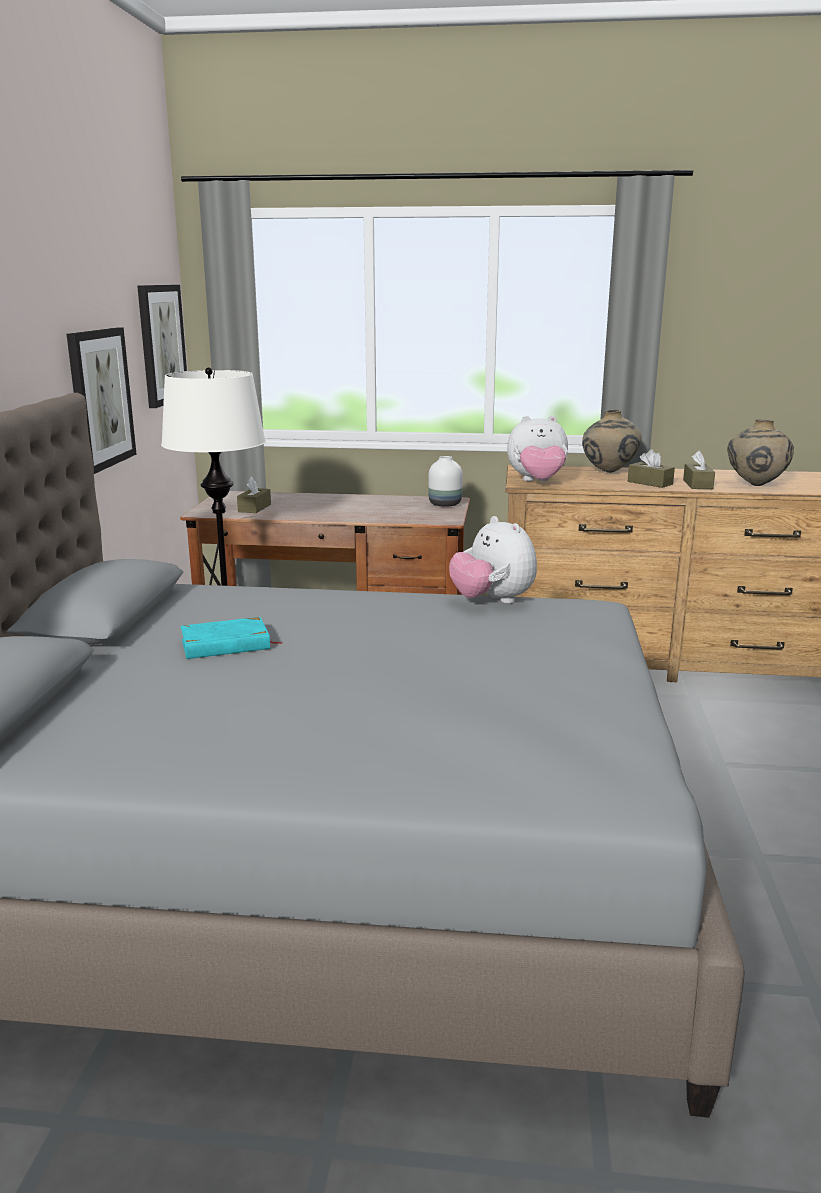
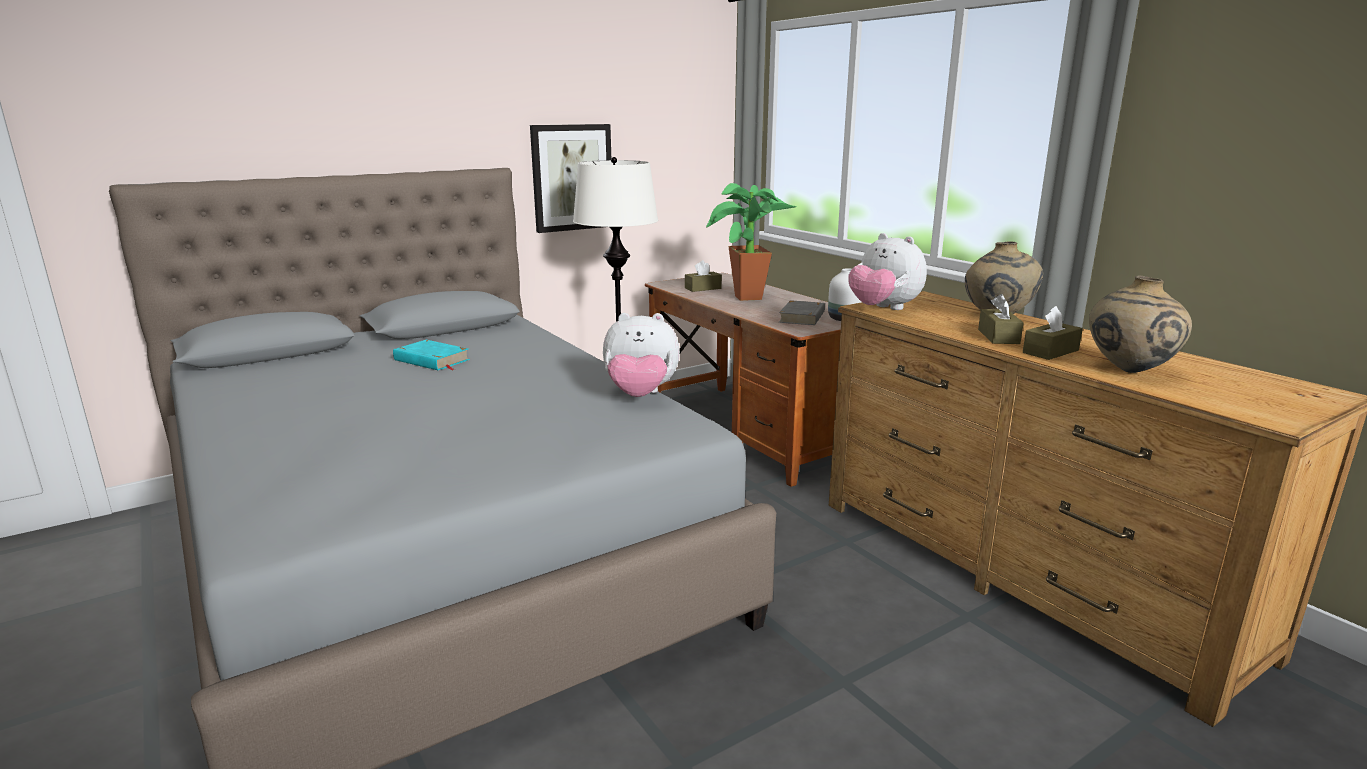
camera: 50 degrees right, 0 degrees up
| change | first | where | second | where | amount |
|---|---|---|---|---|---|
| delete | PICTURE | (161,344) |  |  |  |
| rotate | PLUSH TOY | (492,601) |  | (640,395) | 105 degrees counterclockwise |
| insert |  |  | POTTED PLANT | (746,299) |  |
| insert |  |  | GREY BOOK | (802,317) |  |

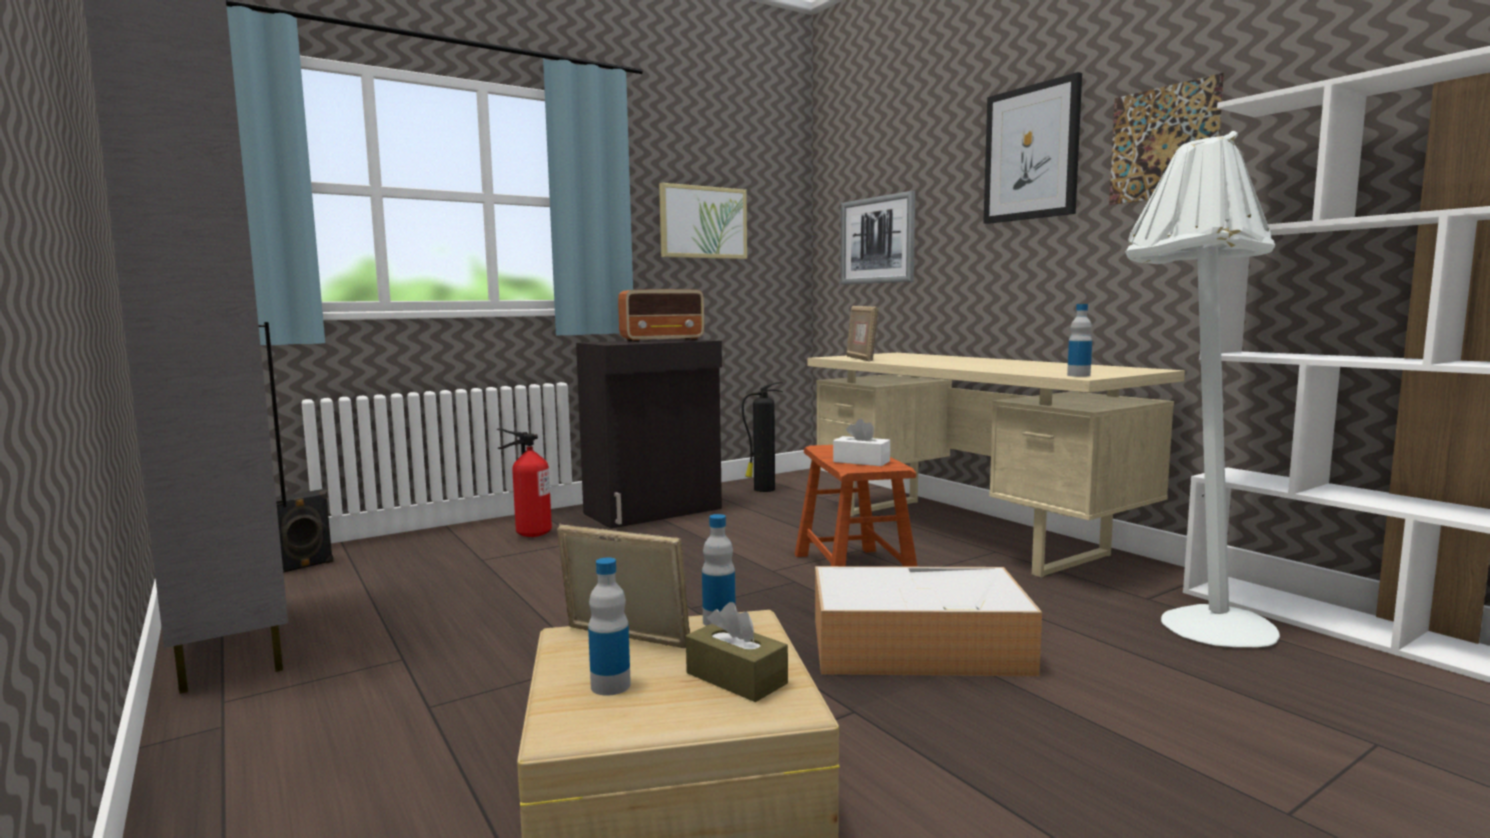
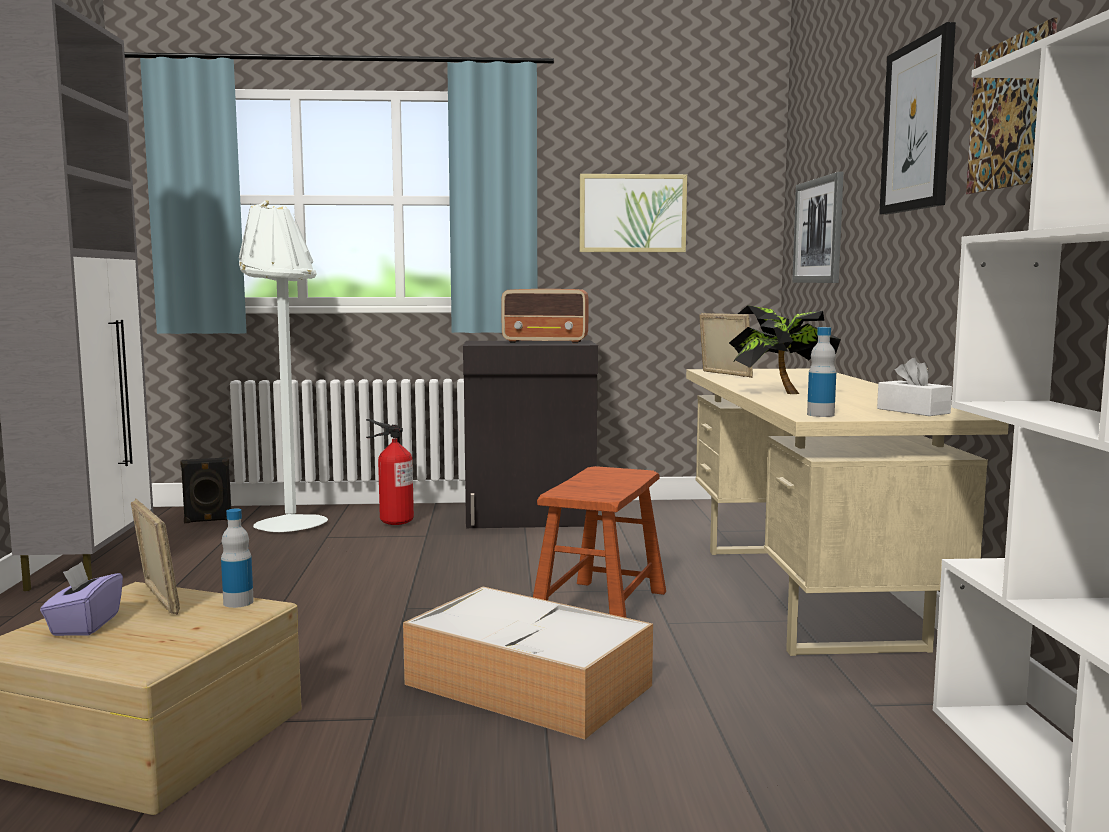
camera: 30 degrees right, 0 degrees up
| change | first | where | second | where | amount |
|---|---|---|---|---|---|
| replace | BOTTLE | (610,685) | PURPLE TISSUE BOX | (84,625) |  |
| delete | BROWN TISSUE BOX | (736,678) |  |  |  |
| delete | FIRE EXTINGUISHER | (762,489) |  |  |  |
| move | WHITE TISSUE BOX | (861,461) |  | (913,411) |  |
| rotate | PICTURE FRAME | (861,359) |  | (724,375) | 135 degrees clockwise |
| move | WHITE FLOOR LAMP | (1190,621) |  | (290,520) |  |
| insert |  |  | POTTED PLANT | (779,393) |  |

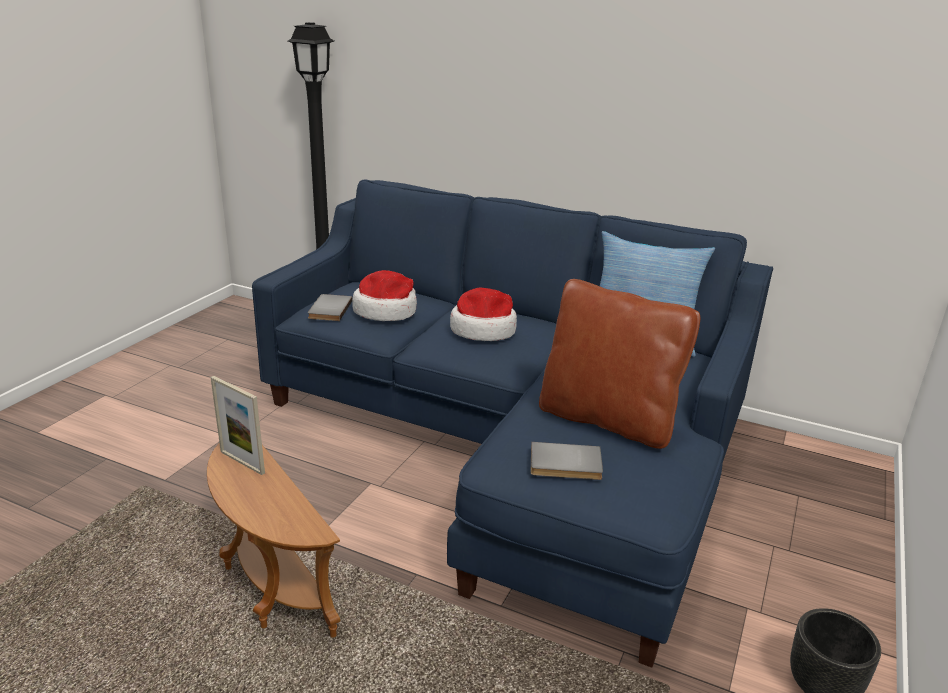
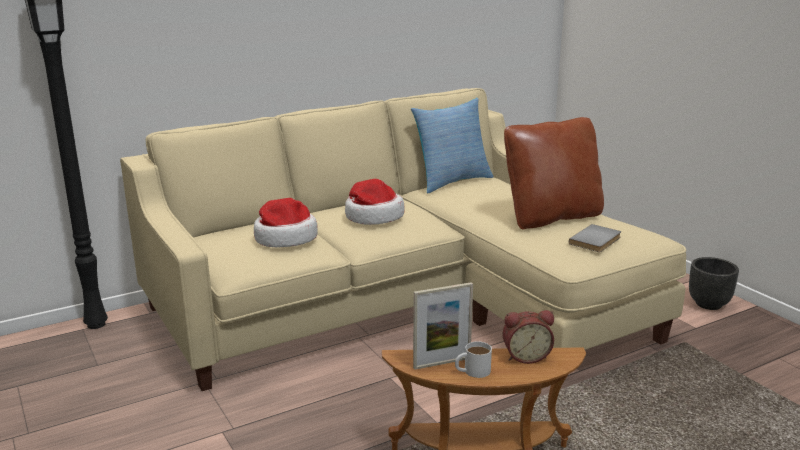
camera: 55 degrees left, 5 degrees down
| change | first | where | second | where | amount |
|---|---|---|---|---|---|
| recolor | BLUE SOFA | (513,442) | BEIGE SOFA | (404,304) |  |
| delete | GREY BOOK | (328,309) |  |  |  |
| insert |  |  | WHITE MUG | (472,371) |  |
| insert |  |  | ALARM CLOCK | (525,356) |  |

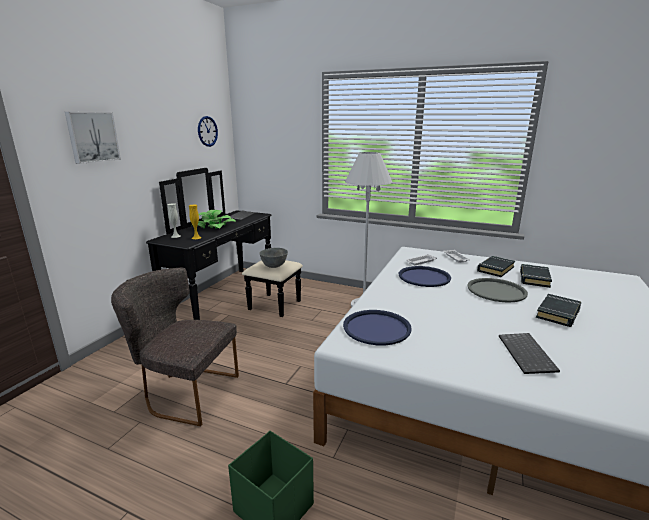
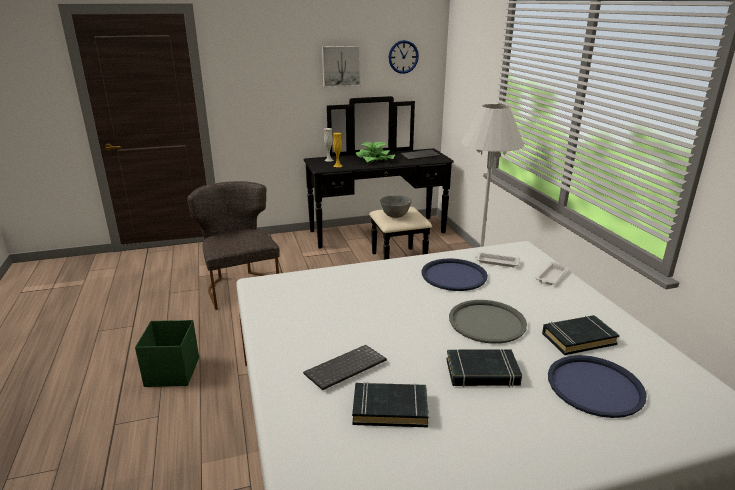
camera: 50 degrees right, 5 degrees up
| change | first | where | second | where | amount |
|---|---|---|---|---|---|
| move | PICTURE | (92,137) |  | (341,66) |  |
| move | BLUE TRAY | (376,328) |  | (594,386) |  |
| move | BLACK BOOK | (495,269) |  | (390,409) |  |

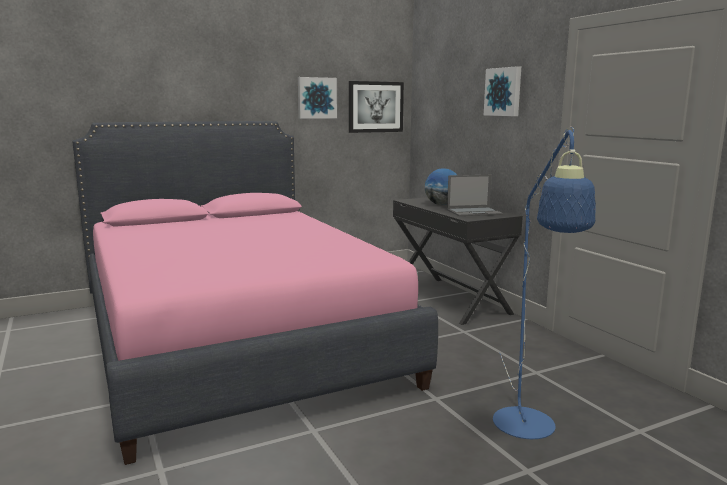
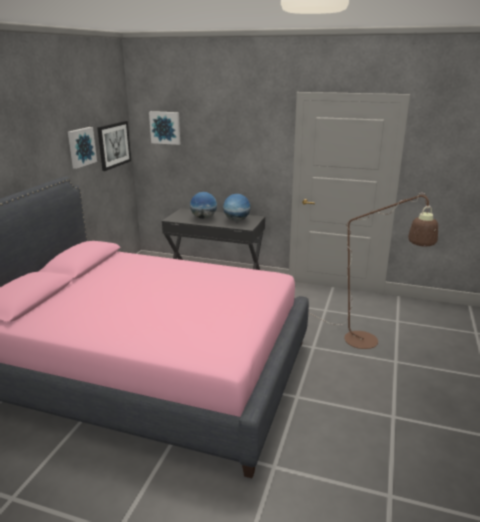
camera: 45 degrees left, 10 degrees up
| change | first | where | second | where | amount |
|---|---|---|---|---|---|
| replace | LAPTOP | (474,212) | GLOBE | (236,220) |  |
| move | PICTURE | (503,92) |  | (165,127) |  |
| recolor | BLUE FLOOR LAMP | (527,431) | BROWN FLOOR LAMP | (368,343) |  |

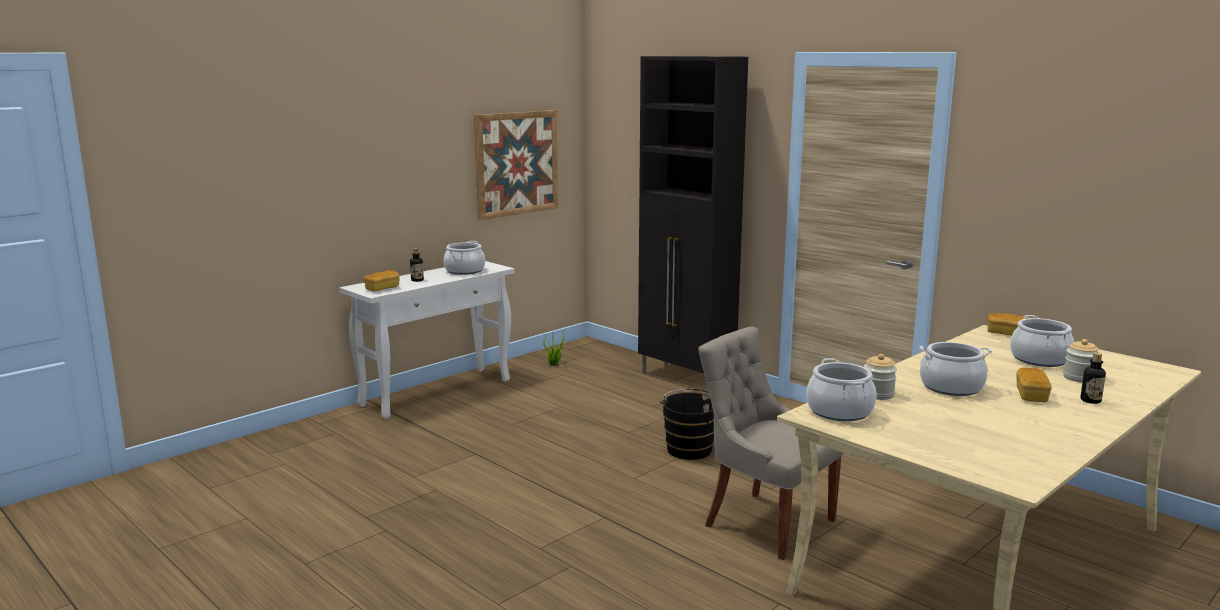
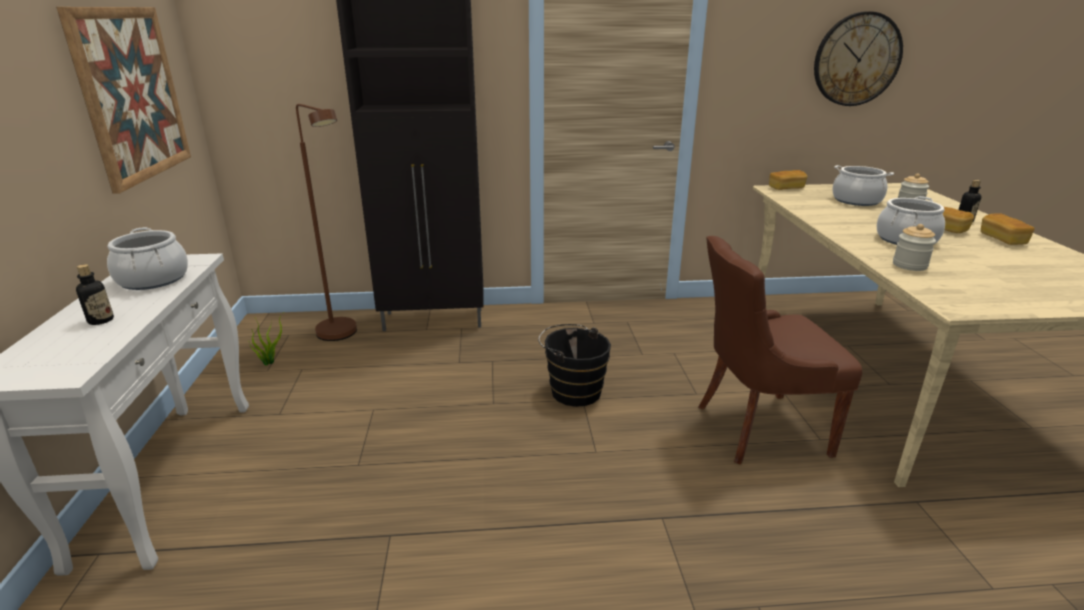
camera: 50 degrees left, 10 degrees up
| change | first | where | second | where | amount |
|---|---|---|---|---|---|
| move | BREAD | (382,288) |  | (1002,239) |  |
| recolor | GREY CHAIR | (766,522) | BROWN CHAIR | (757,429) |  |
| delete | COOKING POT | (840,411) |  |  |  |
| insert |  |  | BROWN FLOOR LAMP | (341,335) |  |
| insert |  |  | WALL CLOCK | (857,59) |  |

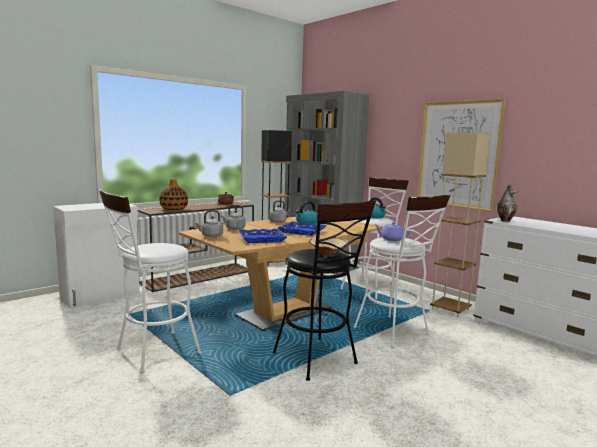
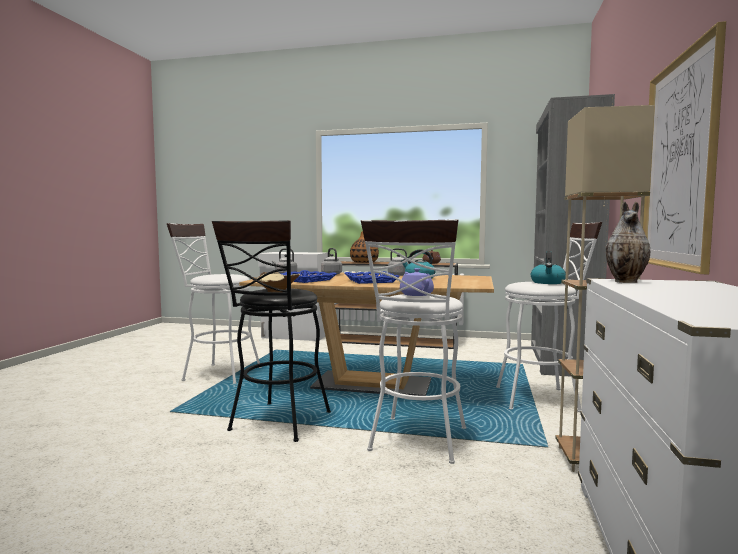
camera: 55 degrees right, 5 degrees down
| change | first | where | second | where | amount |
|---|---|---|---|---|---|
| delete | BLACK FLOOR LAMP | (273,262) |  |  |  |

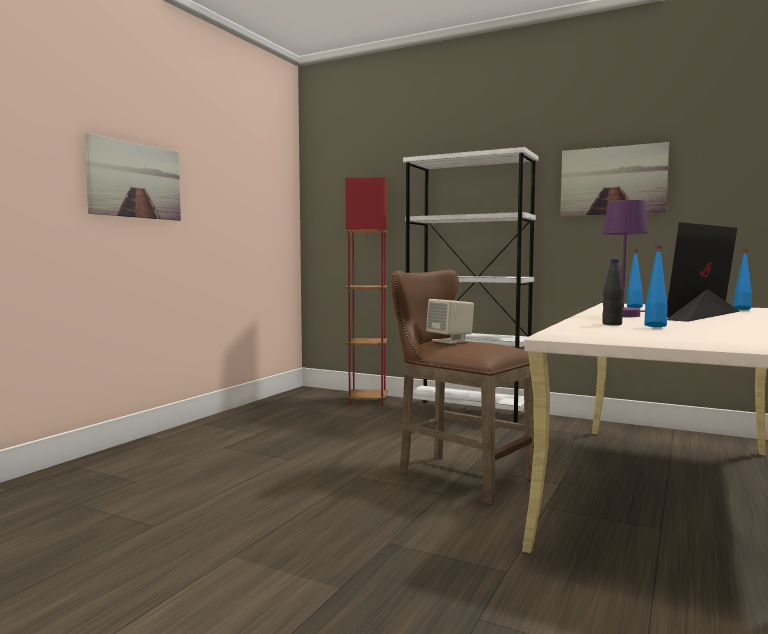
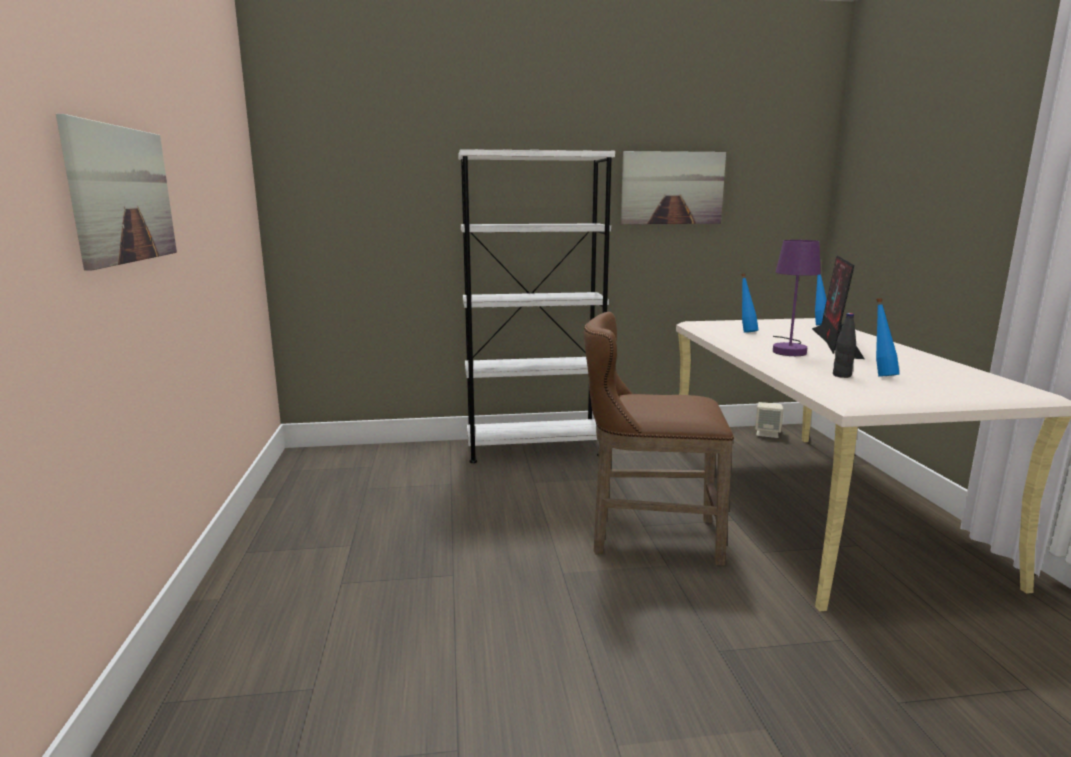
camera: 35 degrees left, 10 degrees up
| change | first | where | second | where | amount |
|---|---|---|---|---|---|
| delete | RED FLOOR LAMP | (367,401) |  |  |  |
| move | BEIGE SPEAKER | (450,341) |  | (767,433) |  |

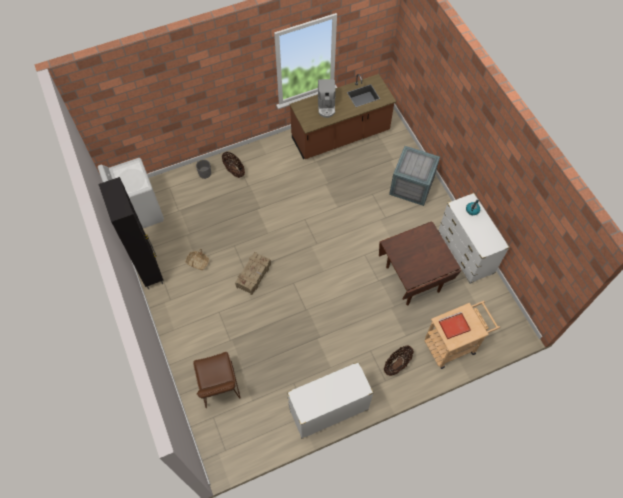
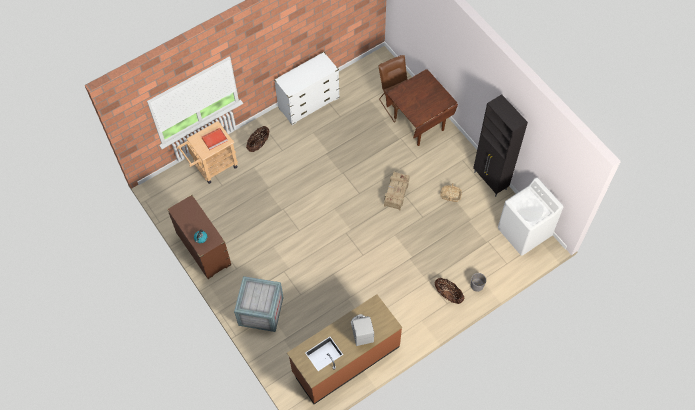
camera: 170 degrees right, 0 degrees up
| change | first | where | second | where | amount |
|---|---|---|---|---|---|
| move | BROWN DINING TABLE | (412,279) |  | (419,123) |  |
| recolor | WHITE DRESSER | (465,253) | BROWN DRESSER | (203,249) |  |

